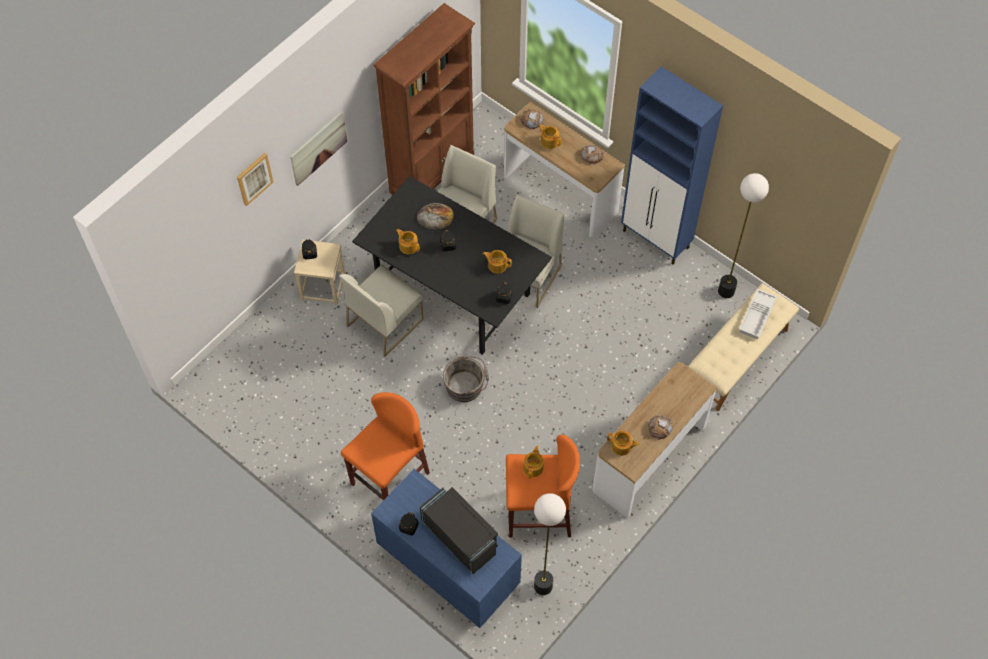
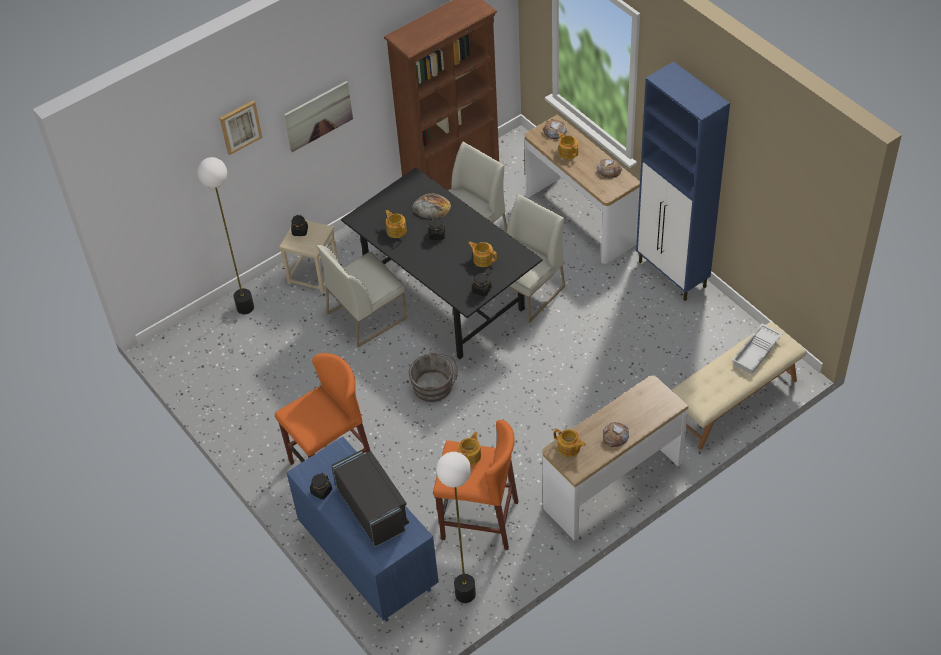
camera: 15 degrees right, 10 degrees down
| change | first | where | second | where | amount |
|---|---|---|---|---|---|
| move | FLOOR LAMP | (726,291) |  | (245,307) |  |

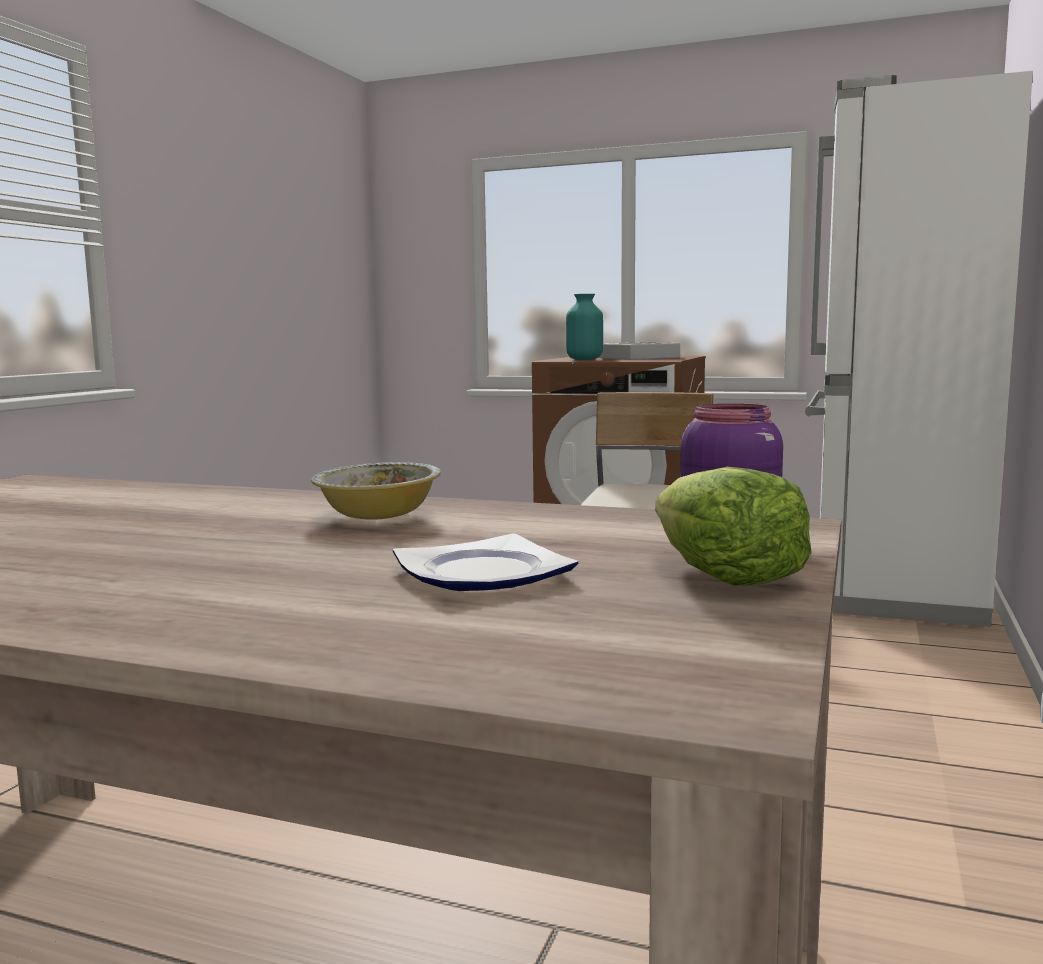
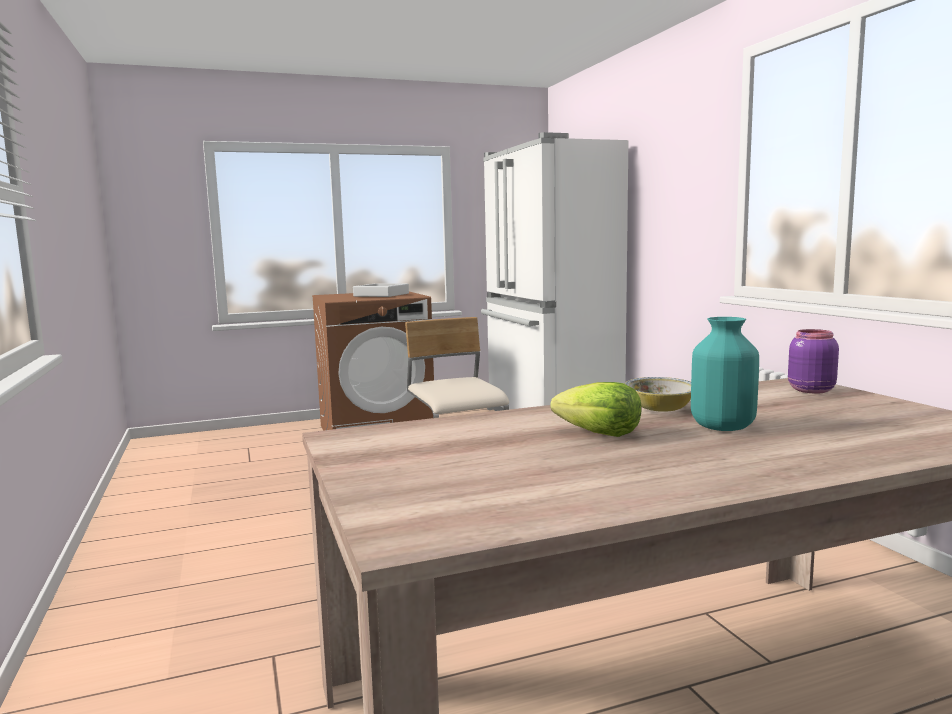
camera: 40 degrees left, 0 degrees up
| change | first | where | second | where | amount |
|---|---|---|---|---|---|
| delete | PLATE | (484,573) |  |  |  |
| move | TURQUOISE VASE | (584,359) |  | (721,427) |  |
| move | LETTUCE | (724,575) |  | (599,434) |  |

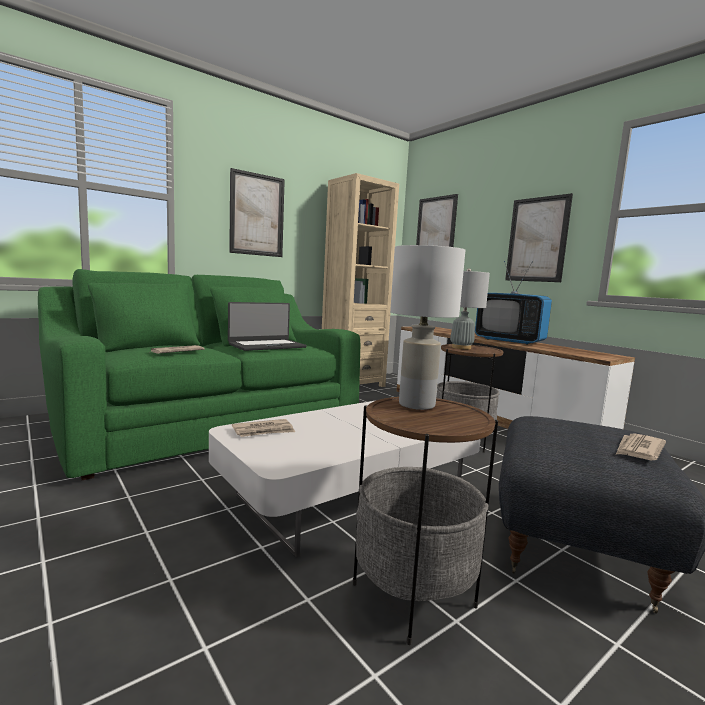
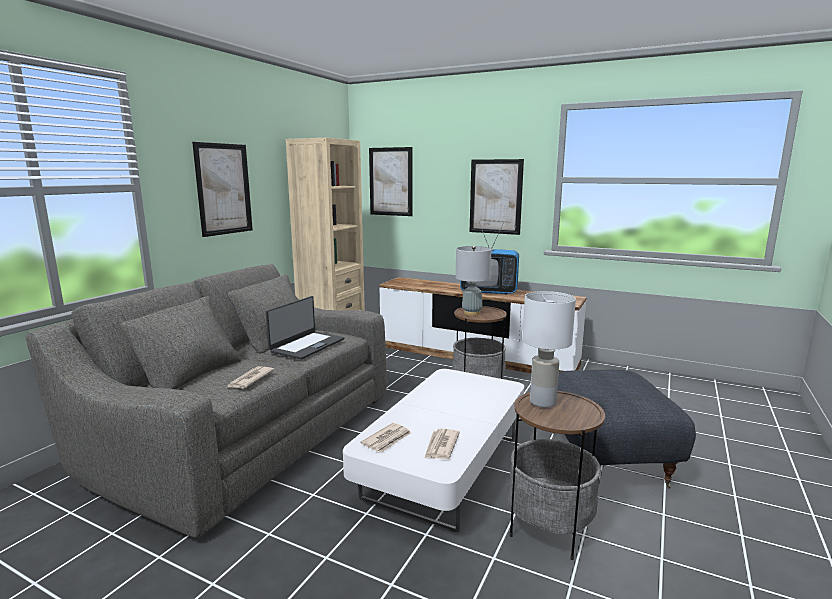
camera: 25 degrees left, 5 degrees up
| change | first | where | second | where | amount |
|---|---|---|---|---|---|
| recolor | GREEN SOFA | (208,424) | GREY SOFA | (247,434) |  |
| move | NEWSPAPER | (638,450) |  | (441,446) |  |

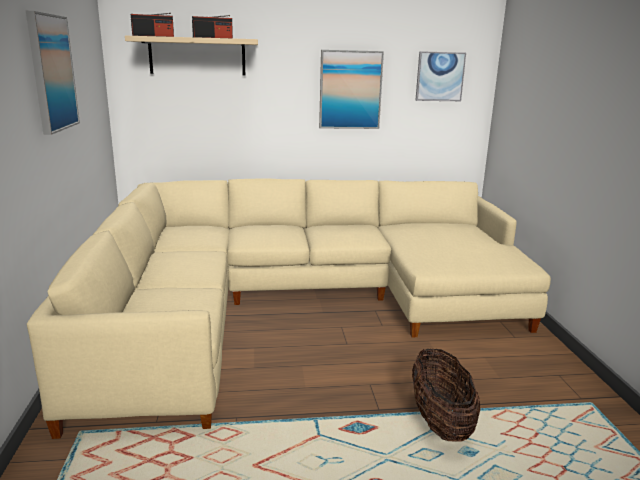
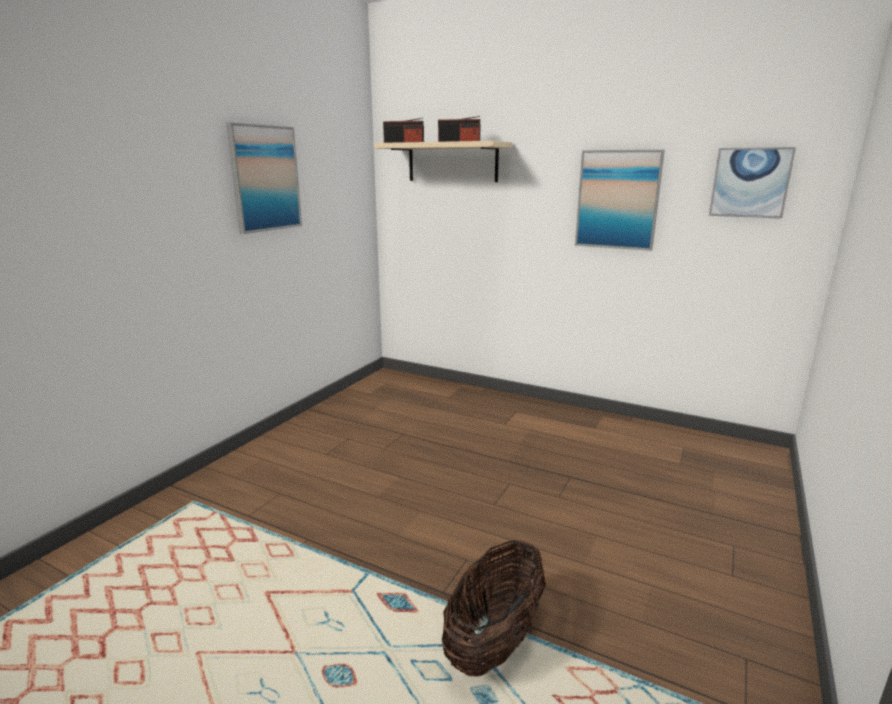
camera: 35 degrees right, 0 degrees up
| change | first | where | second | where | amount |
|---|---|---|---|---|---|
| delete | BEIGE SOFA | (297,305) |  |  |  |

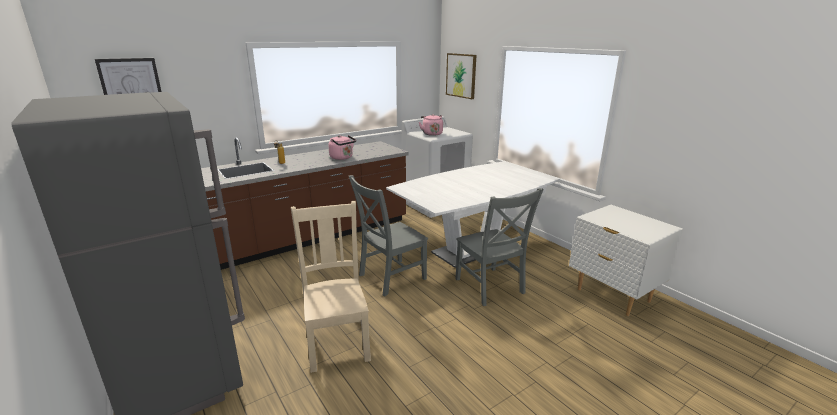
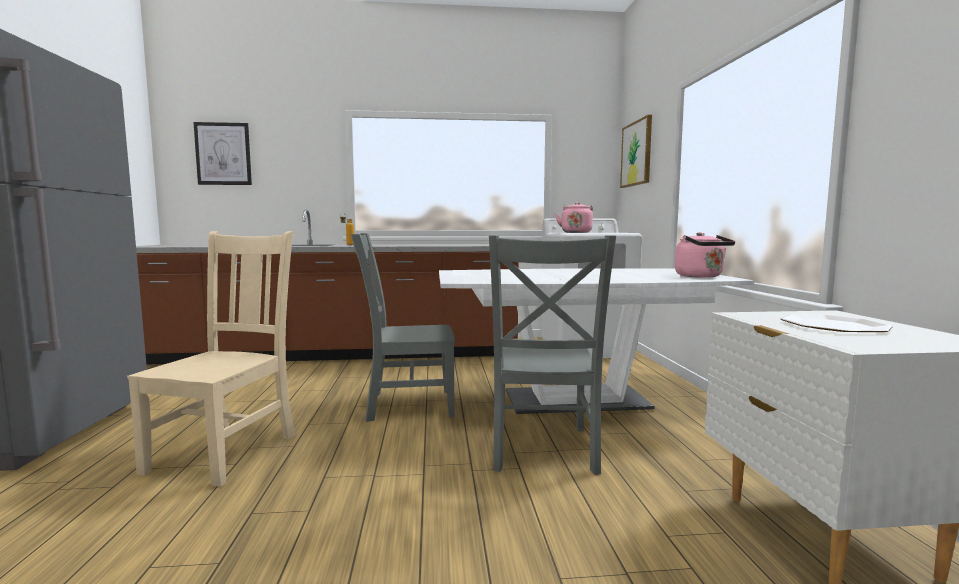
camera: 30 degrees right, 15 degrees down
| change | first | where | second | where | amount |
|---|---|---|---|---|---|
| move | PINK KETTLE | (342,158) |  | (701,276) |  |
| insert |  |  | PLATE | (834,326) |  |

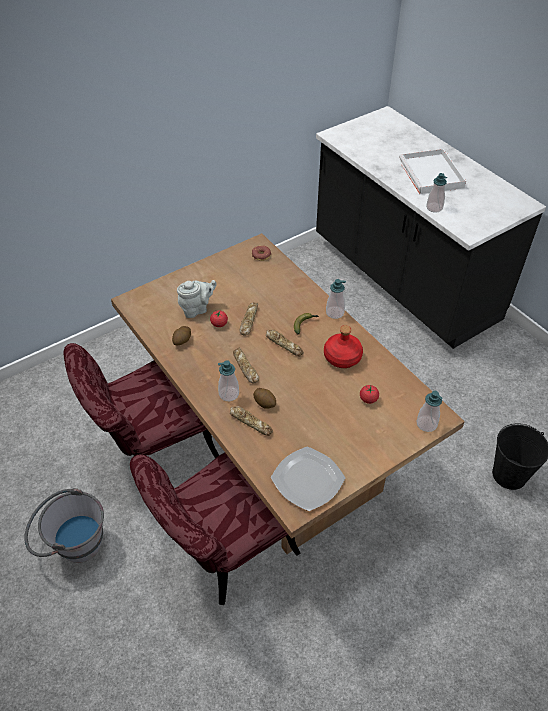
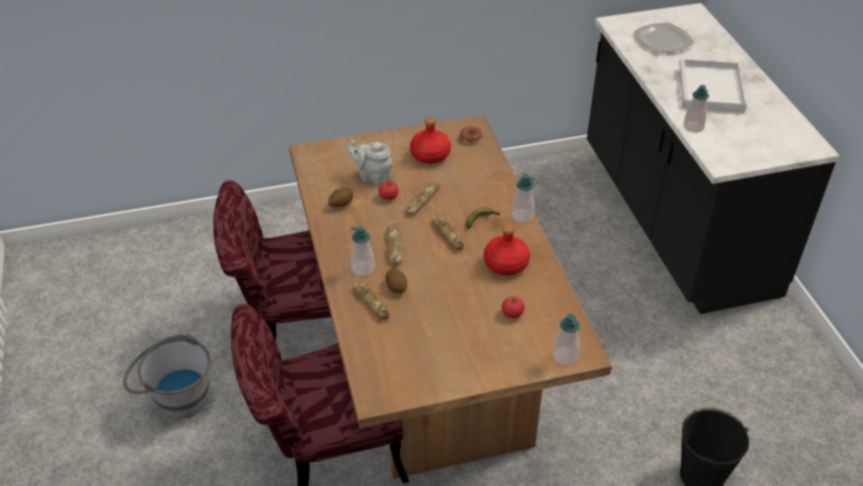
camera: 20 degrees right, 5 degrees down
| change | first | where | second | where | amount |
|---|---|---|---|---|---|
| rotate | GREY TEAPOT | (197,309) |  | (372,176) | 150 degrees counterclockwise |
| move | PLATE | (308,480) |  | (663,40) |  |
| insert |  |  | RED BOTTLE | (430,155) |  |

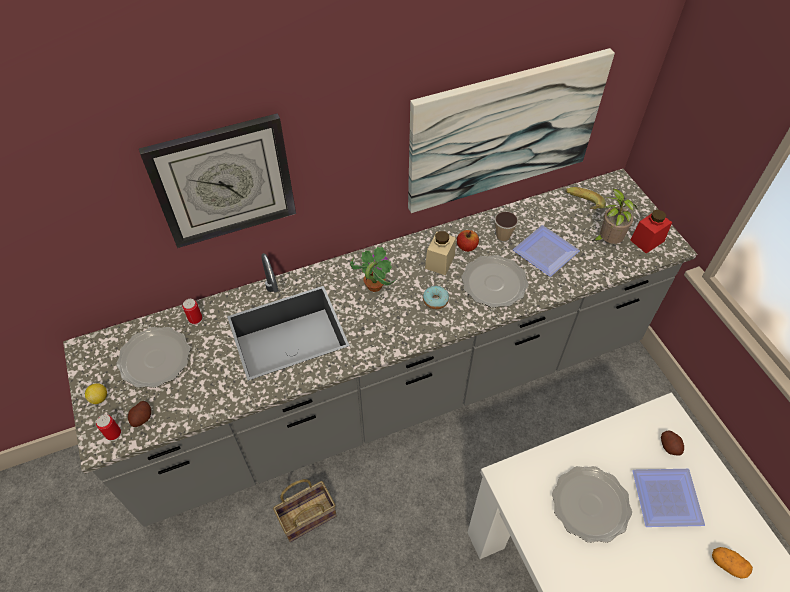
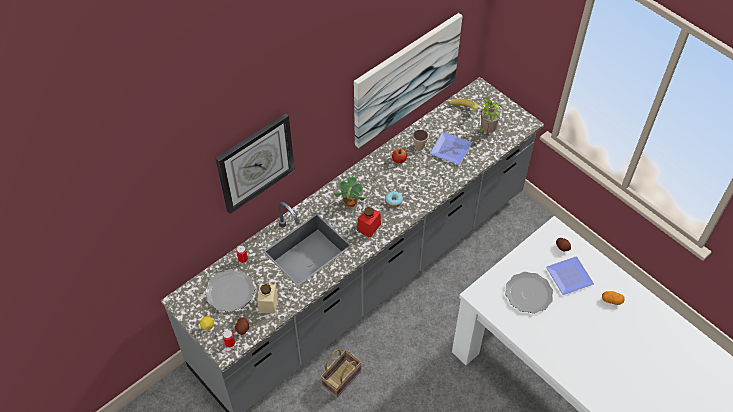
camera: 20 degrees left, 0 degrees up
| change | first | where | second | where | amount |
|---|---|---|---|---|---|
| move | BEIGE JAR | (440,262) |  | (268,303) |  |
| delete | PLATE | (494,283) |  |  |  |
| move | RED JAR | (647,240) |  | (369,227) |  |

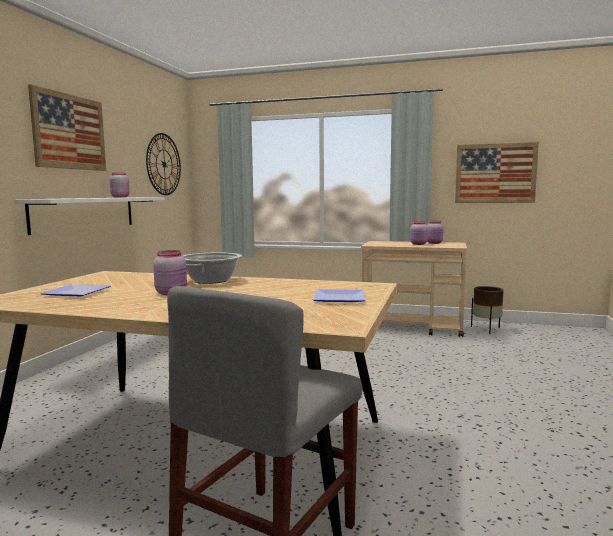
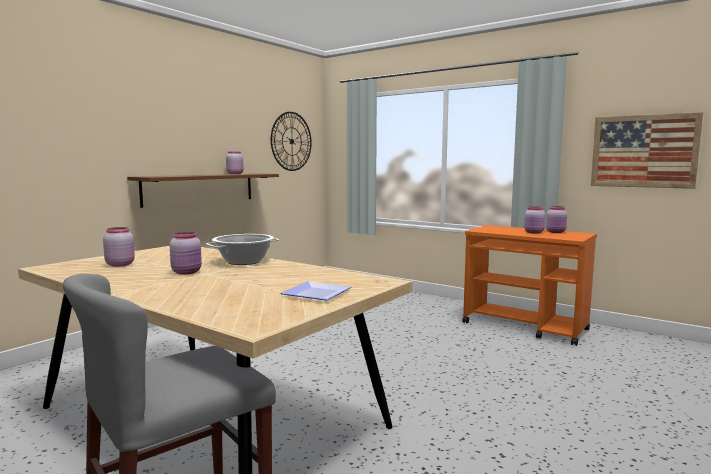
camera: 20 degrees right, 0 degrees up
| change | first | where | second | where | amount |
|---|---|---|---|---|---|
| recolor | WHITE SHELF | (85,213) | BROWN SHELF | (200,188) |  |
| delete | PICTURE | (69,132) |  |  |  |
| replace | PLATE | (76,292) | PINK JAR | (120,264) |  |
| recolor | BEIGE CART | (413,327) | ORANGE CART | (525,326) |  |
| delete | BROWN PLANTER | (487,329) |  |  |  |

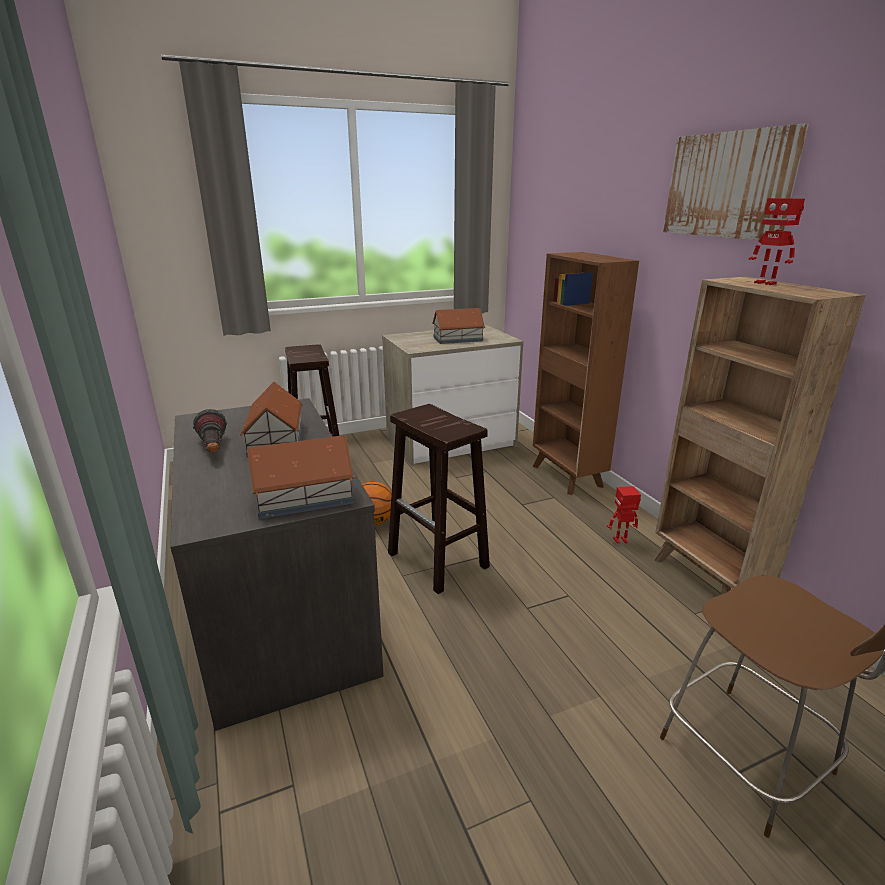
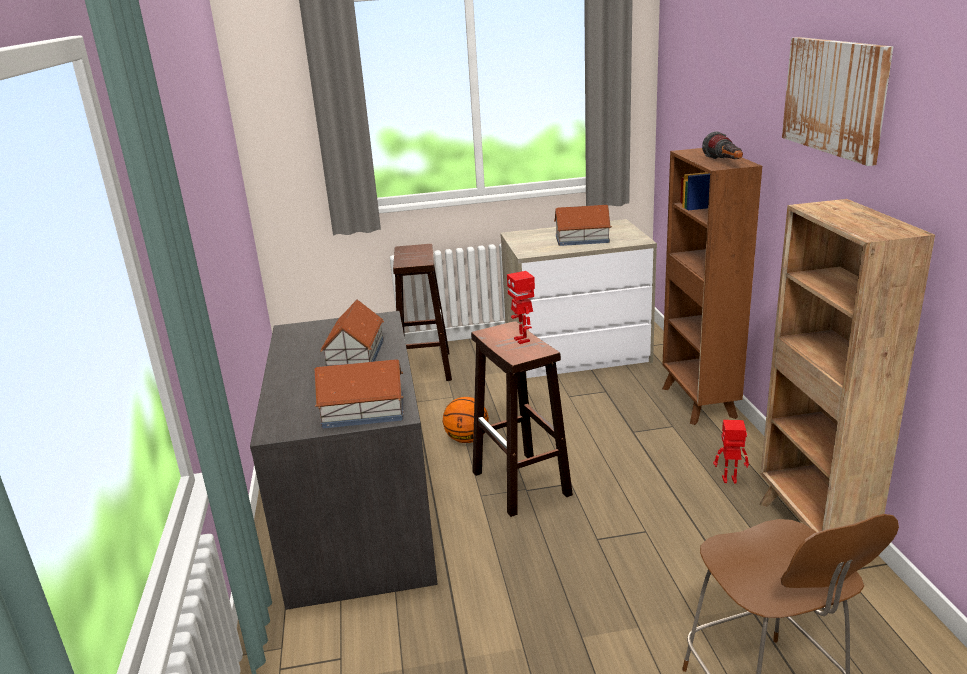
camera: 15 degrees right, 0 degrees up
| change | first | where | second | where | amount |
|---|---|---|---|---|---|
| move | FLASHLIGHT | (214,450) |  | (725,163) |  |
| move | TOY ROBOT | (766,283) |  | (523,340) |  |

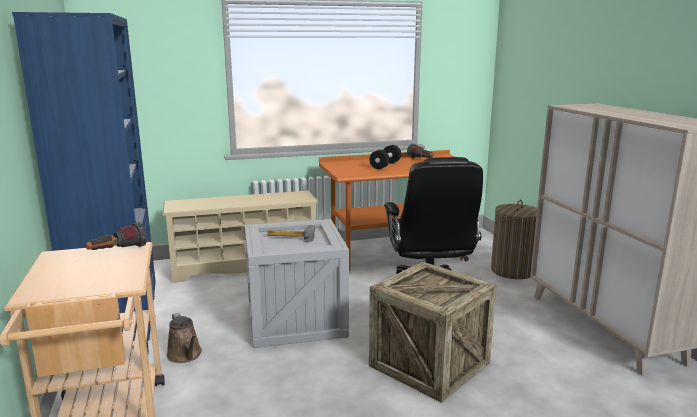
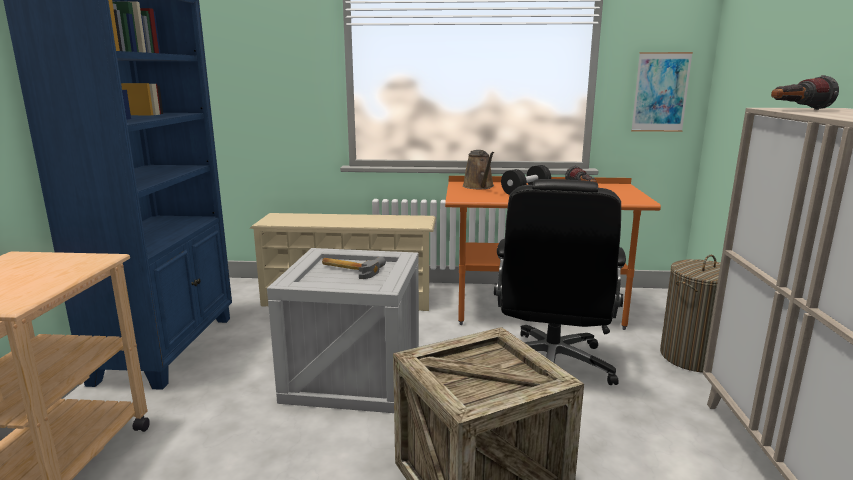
camera: 20 degrees right, 0 degrees up
| change | first | where | second | where | amount |
|---|---|---|---|---|---|
| move | FLASHLIGHT | (117,252) |  | (796,110) |  |
| move | BROWN WATERING CAN | (185,355) |  | (479,187) |  |
| insert |  |  | PICTURE | (660,92) |  |

